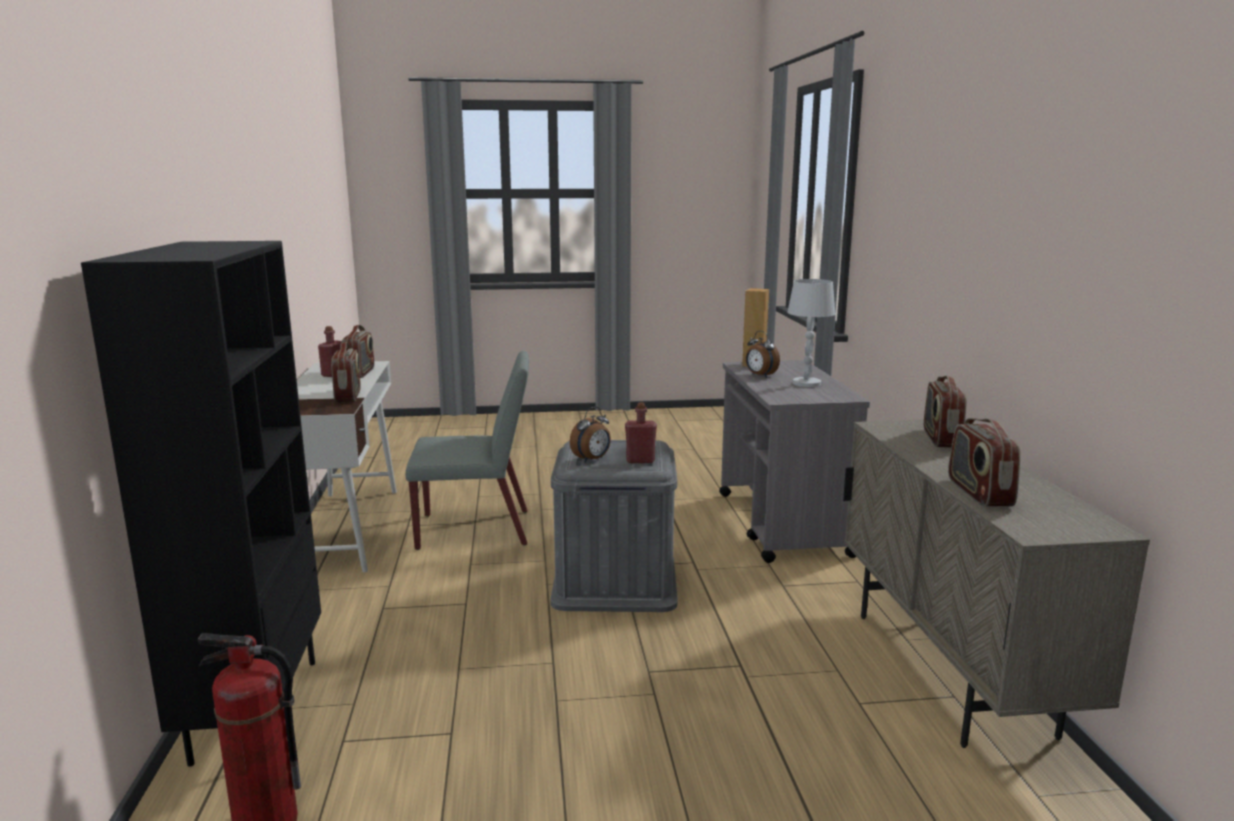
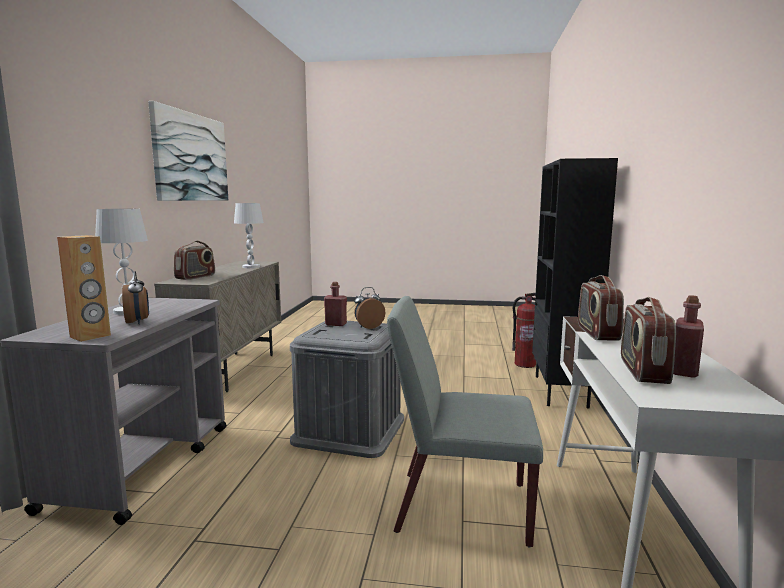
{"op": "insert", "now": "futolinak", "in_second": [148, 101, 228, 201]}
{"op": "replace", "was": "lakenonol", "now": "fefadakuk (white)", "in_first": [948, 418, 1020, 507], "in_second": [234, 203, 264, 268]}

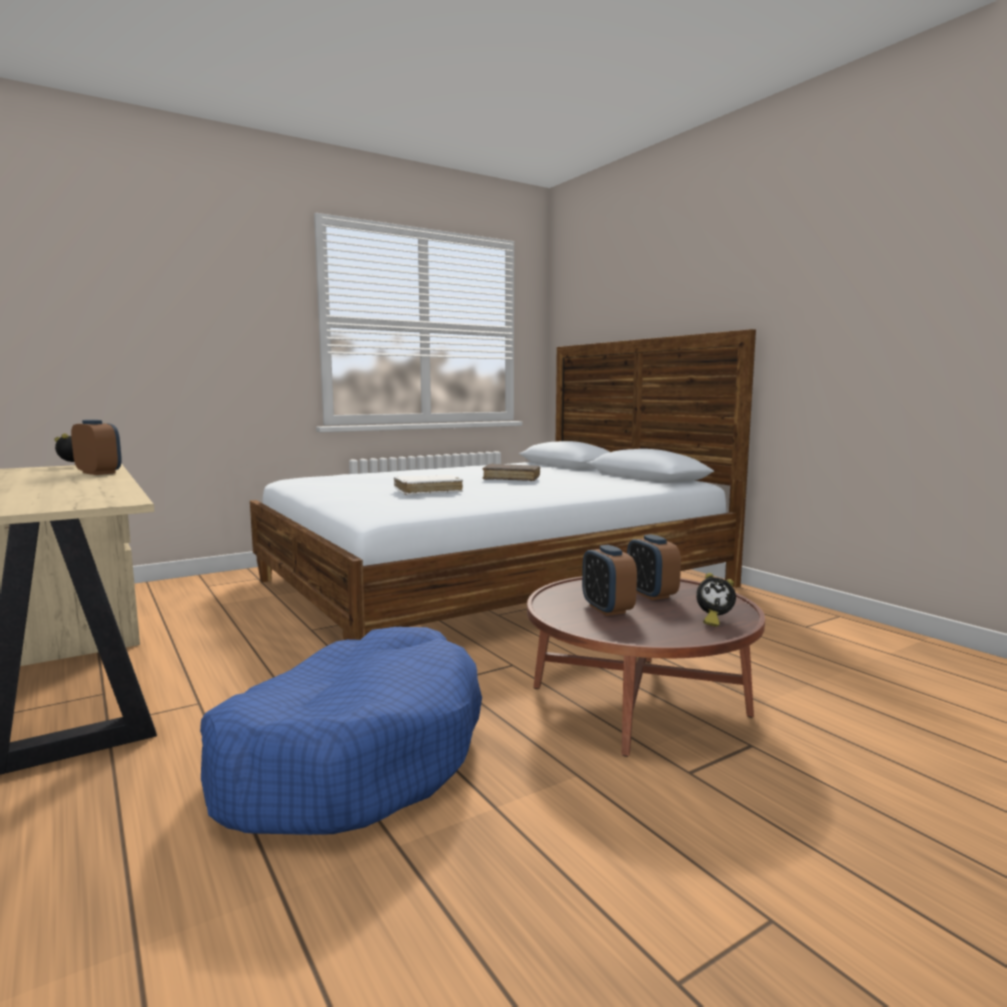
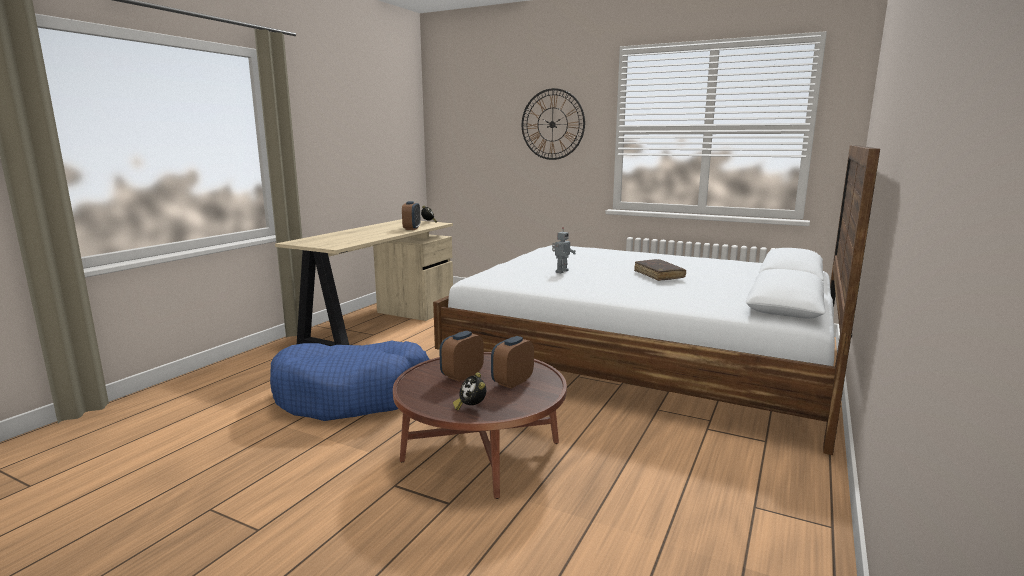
{"op": "insert", "now": "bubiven", "in_second": [522, 88, 585, 160]}
{"op": "replace", "was": "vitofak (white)", "now": "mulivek", "in_first": [394, 475, 463, 495], "in_second": [552, 227, 576, 273]}

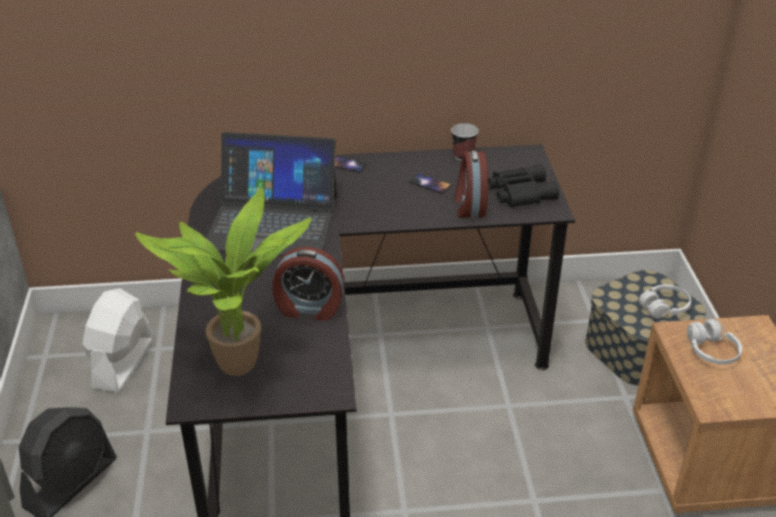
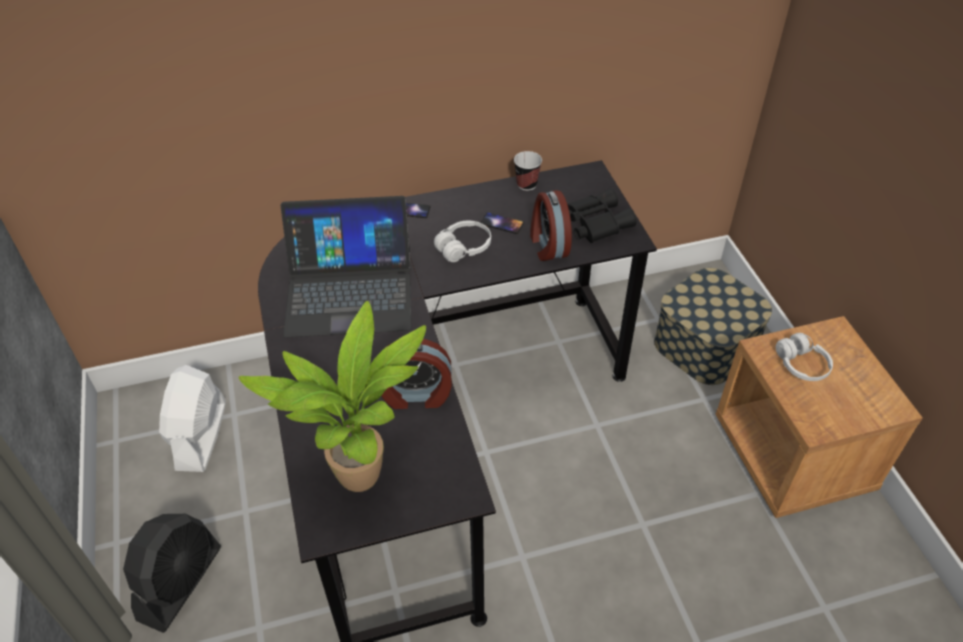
{"op": "move", "was": "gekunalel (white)", "in_first": [639, 284, 691, 319], "in_second": [434, 221, 491, 262]}

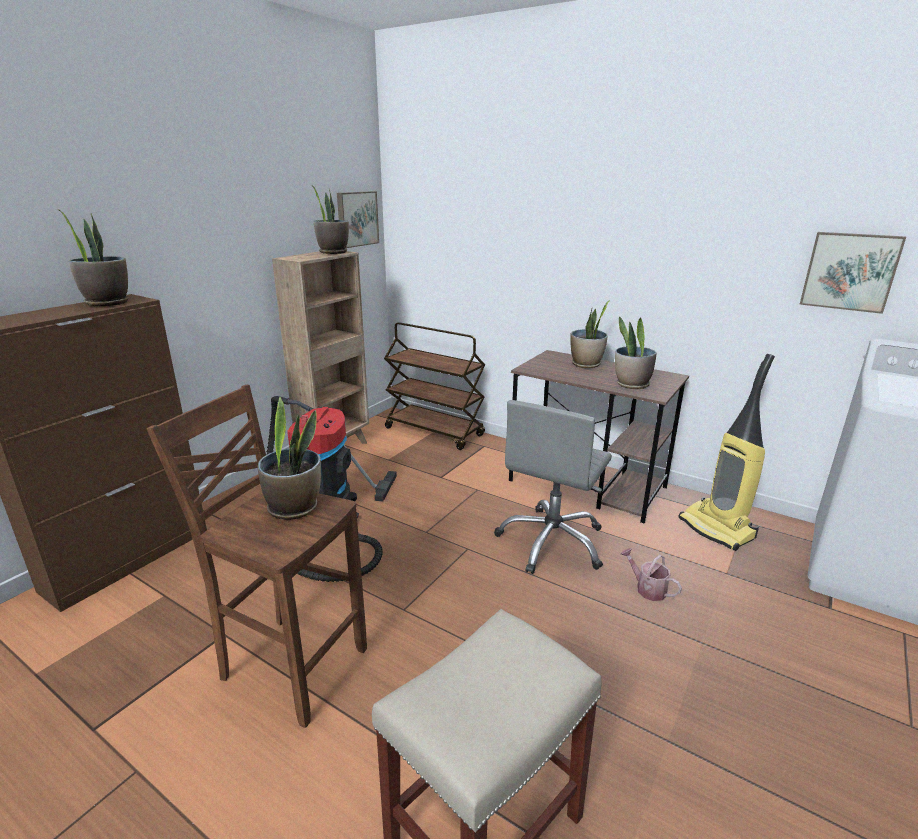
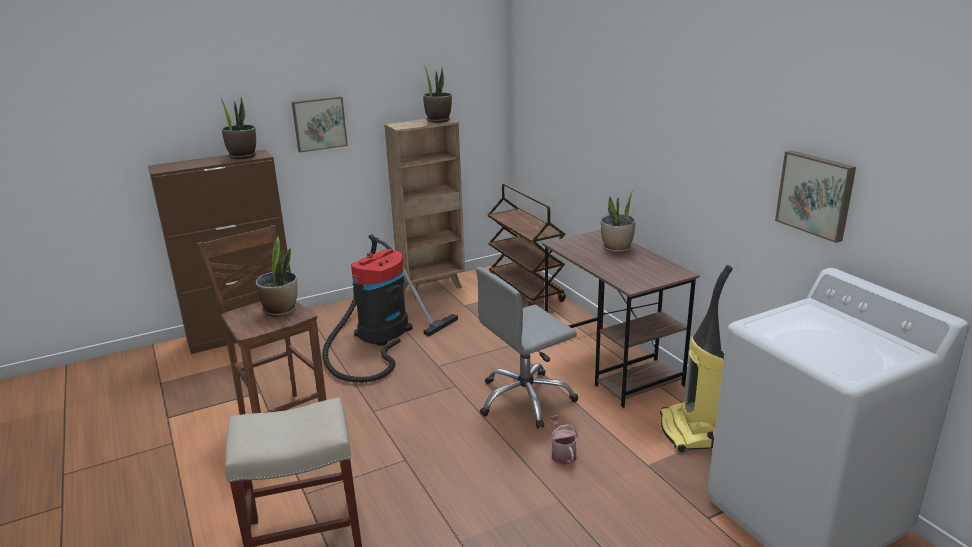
{"op": "move", "was": "futolinak", "in_first": [337, 191, 379, 248], "in_second": [292, 96, 348, 152]}
{"op": "delete", "was": "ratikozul", "in_first": [615, 316, 656, 389]}

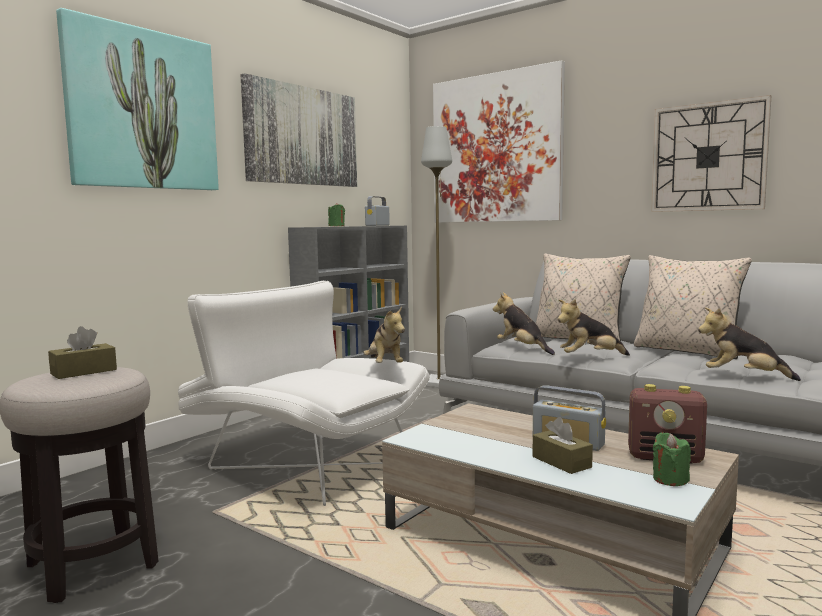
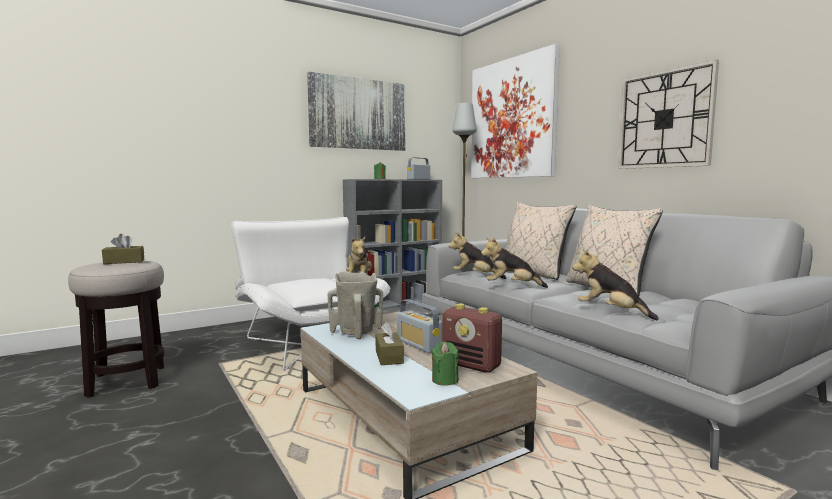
{"op": "insert", "now": "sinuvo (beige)", "in_second": [328, 271, 383, 339]}
{"op": "rotate", "was": "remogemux", "in_first": [493, 292, 555, 355], "in_second": [449, 232, 507, 279], "clockwise": -45}
{"op": "delete", "was": "futolinak", "in_first": [56, 8, 219, 190]}

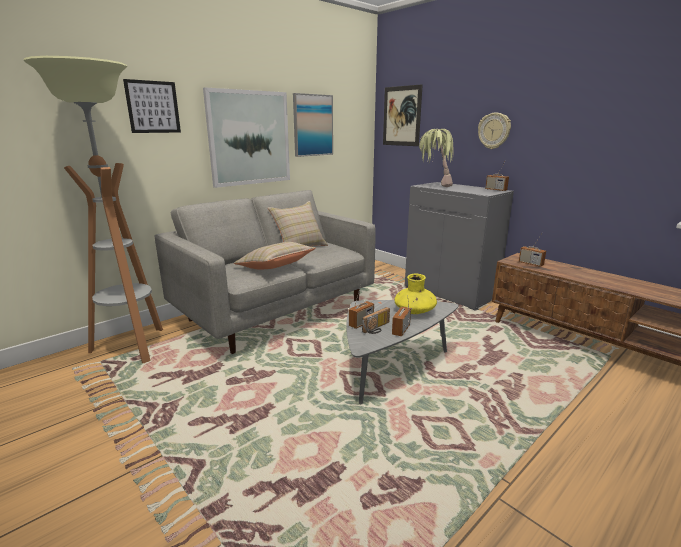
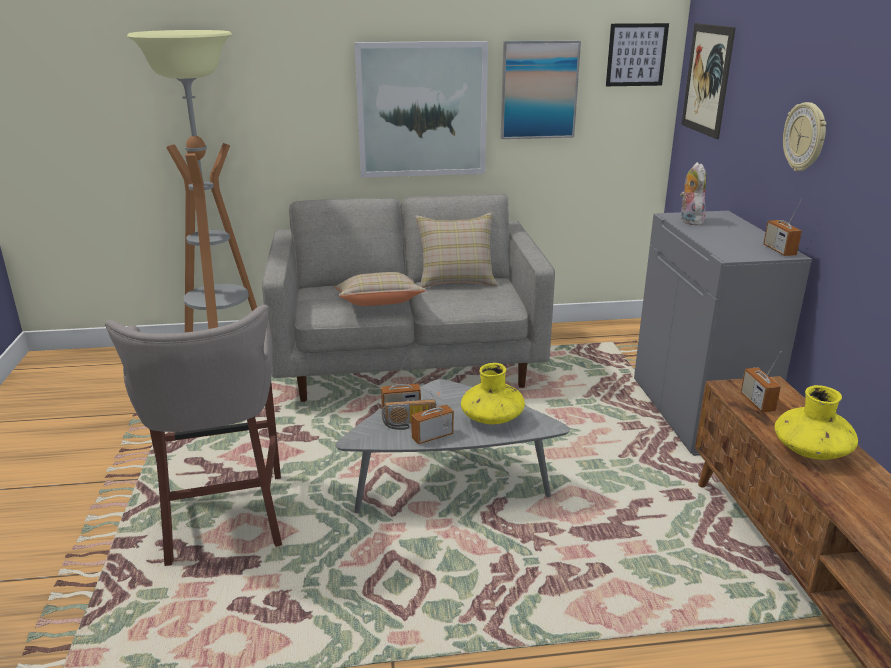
{"op": "insert", "now": "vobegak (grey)", "in_second": [105, 305, 282, 566]}
{"op": "move", "was": "futolinak", "in_first": [123, 79, 181, 133], "in_second": [606, 23, 669, 86]}
{"op": "replace", "was": "ratikozul", "now": "remogemux", "in_first": [419, 129, 454, 187], "in_second": [680, 162, 706, 226]}
{"op": "insert", "now": "sinuvo (yellow)", "in_second": [774, 385, 858, 460]}

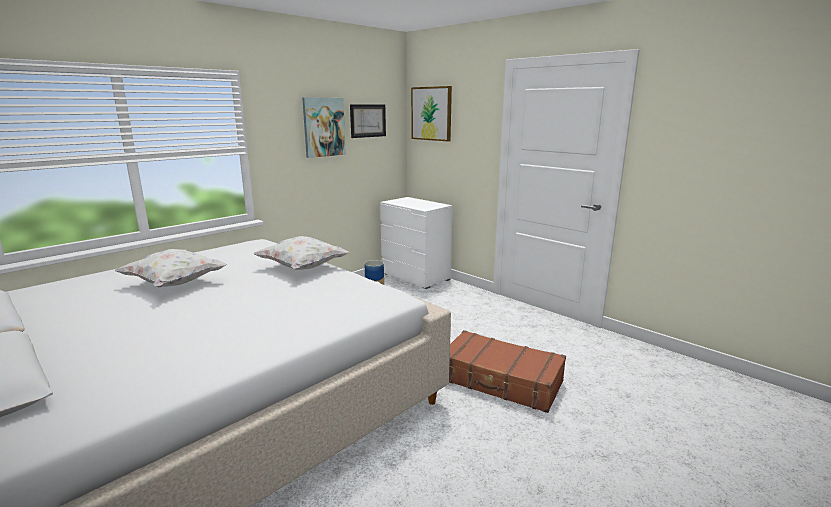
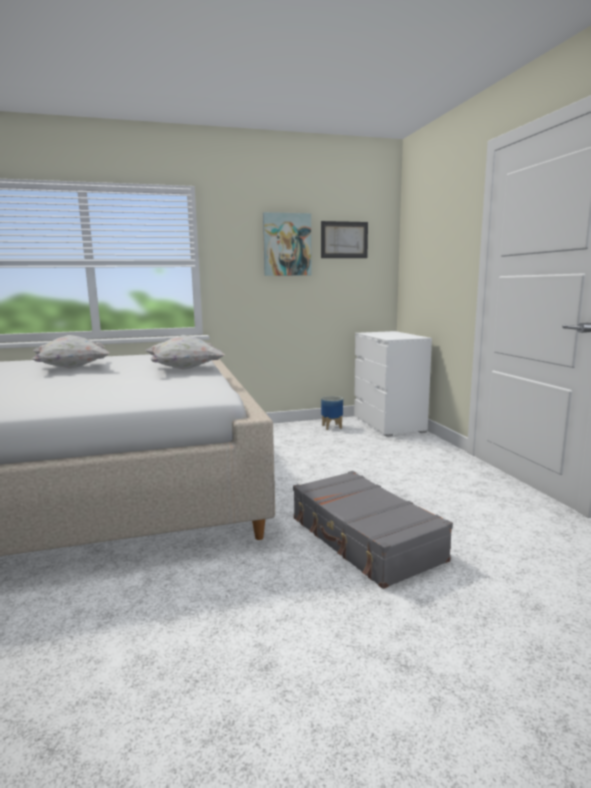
{"op": "recolor", "was": "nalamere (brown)", "now": "nalamere (grey)", "in_first": [449, 330, 566, 413], "in_second": [293, 471, 453, 589]}
{"op": "delete", "was": "futolinak", "in_first": [411, 86, 452, 141]}

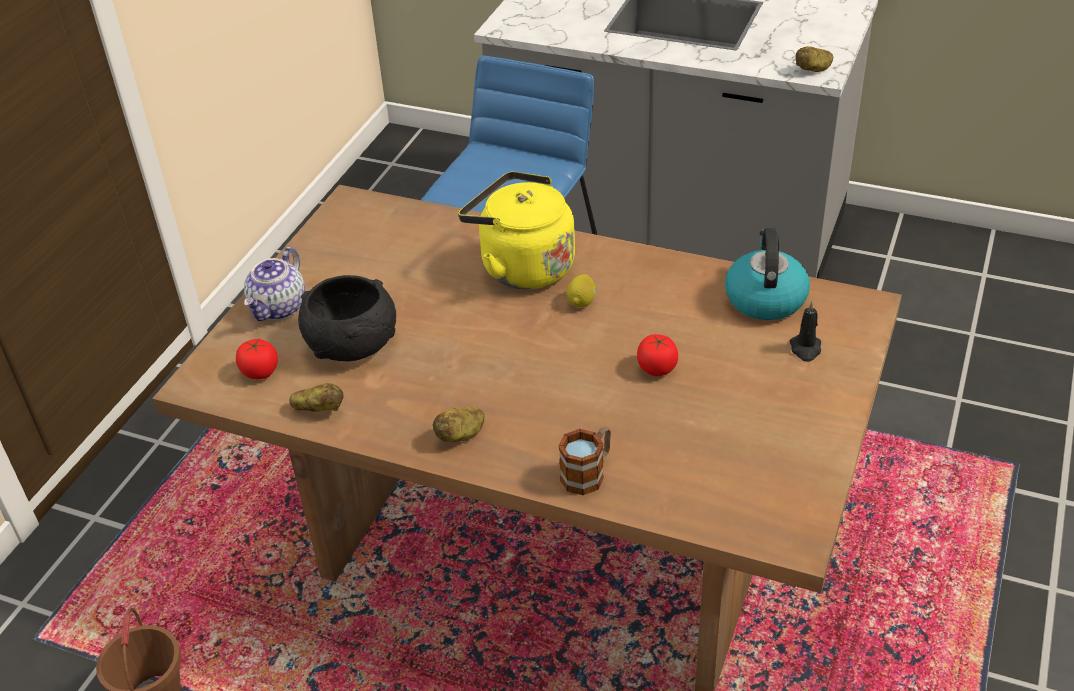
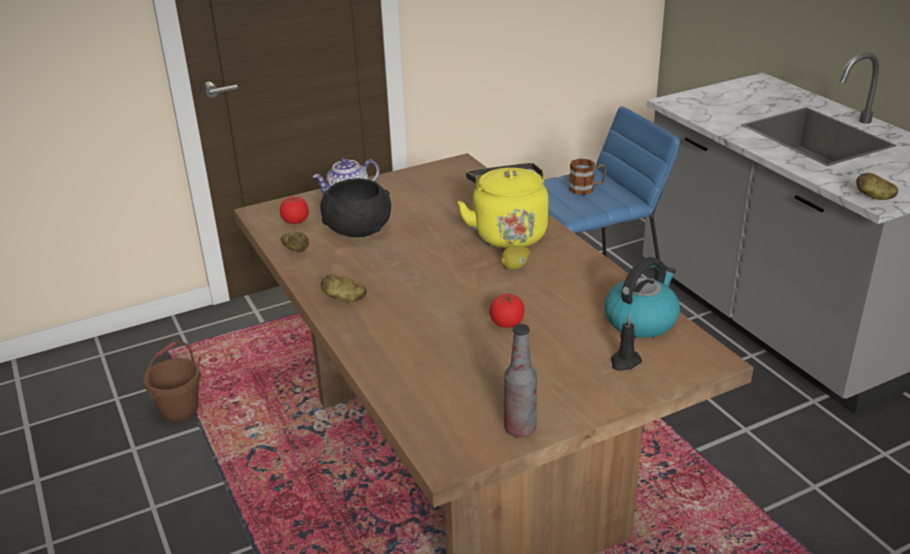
{"op": "insert", "now": "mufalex", "in_second": [504, 324, 537, 437]}
{"op": "move", "was": "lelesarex", "in_first": [559, 426, 611, 495], "in_second": [569, 159, 606, 195]}

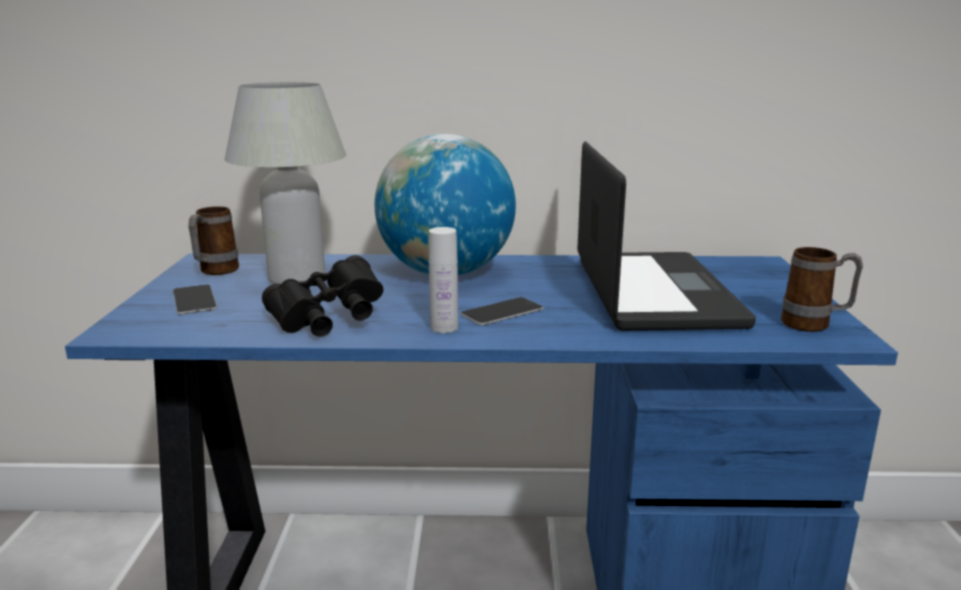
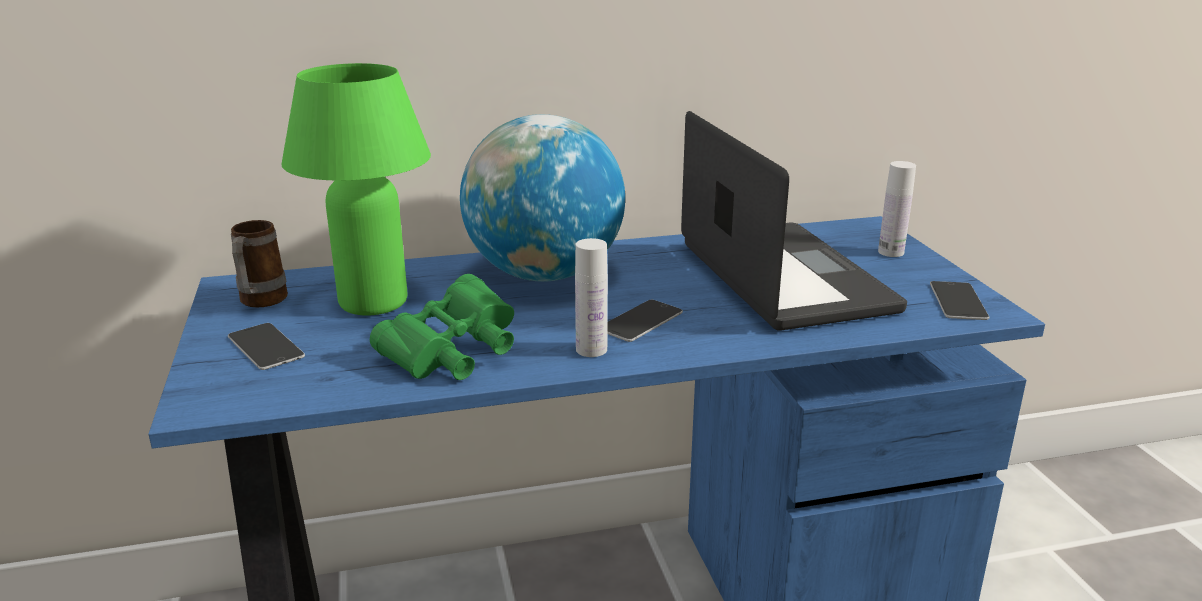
{"op": "recolor", "was": "fefadakuk (white)", "now": "fefadakuk (green)", "in_first": [224, 82, 346, 284], "in_second": [281, 63, 431, 315]}
{"op": "recolor", "was": "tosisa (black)", "now": "tosisa (green)", "in_first": [262, 255, 383, 337], "in_second": [370, 274, 514, 380]}
{"op": "insert", "now": "mufalex (white)", "in_second": [878, 161, 916, 257]}
{"op": "replace", "was": "lelesarex", "now": "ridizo", "in_first": [781, 247, 863, 332], "in_second": [930, 281, 989, 320]}

